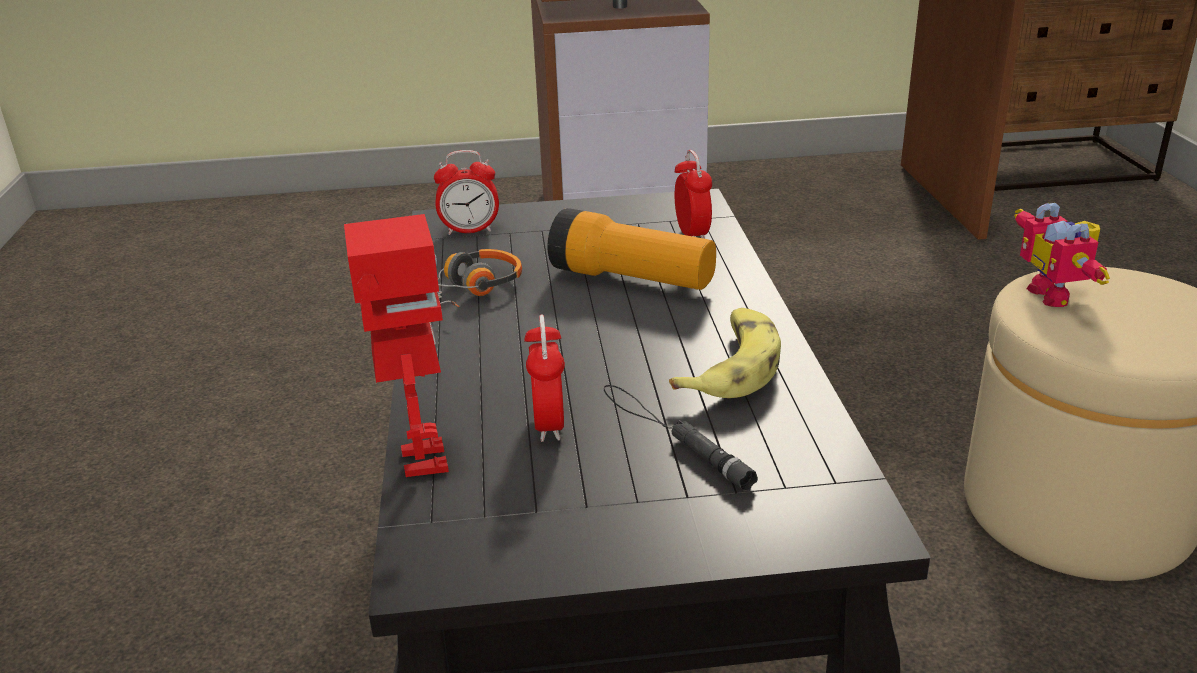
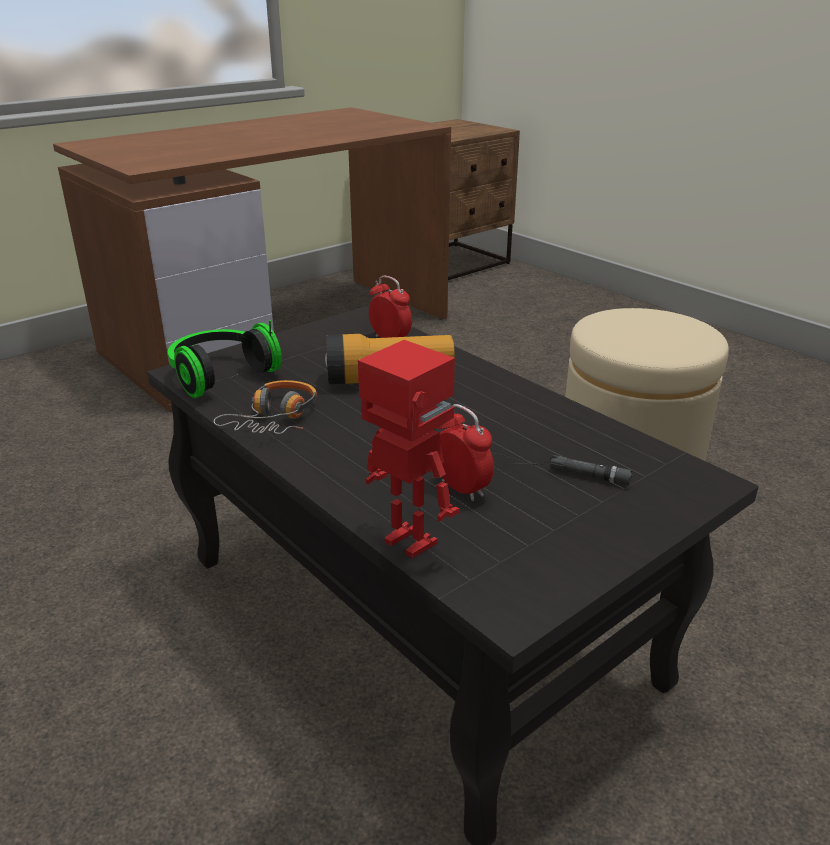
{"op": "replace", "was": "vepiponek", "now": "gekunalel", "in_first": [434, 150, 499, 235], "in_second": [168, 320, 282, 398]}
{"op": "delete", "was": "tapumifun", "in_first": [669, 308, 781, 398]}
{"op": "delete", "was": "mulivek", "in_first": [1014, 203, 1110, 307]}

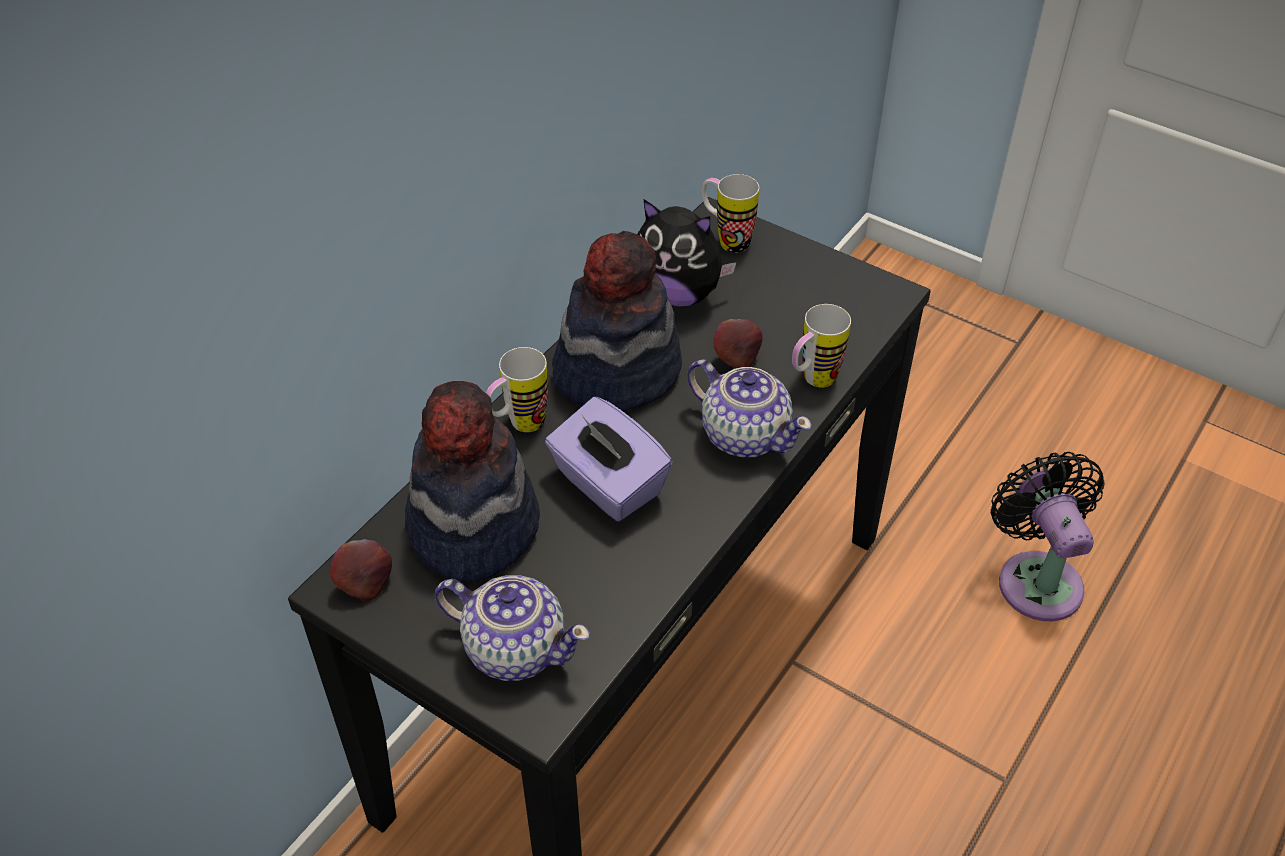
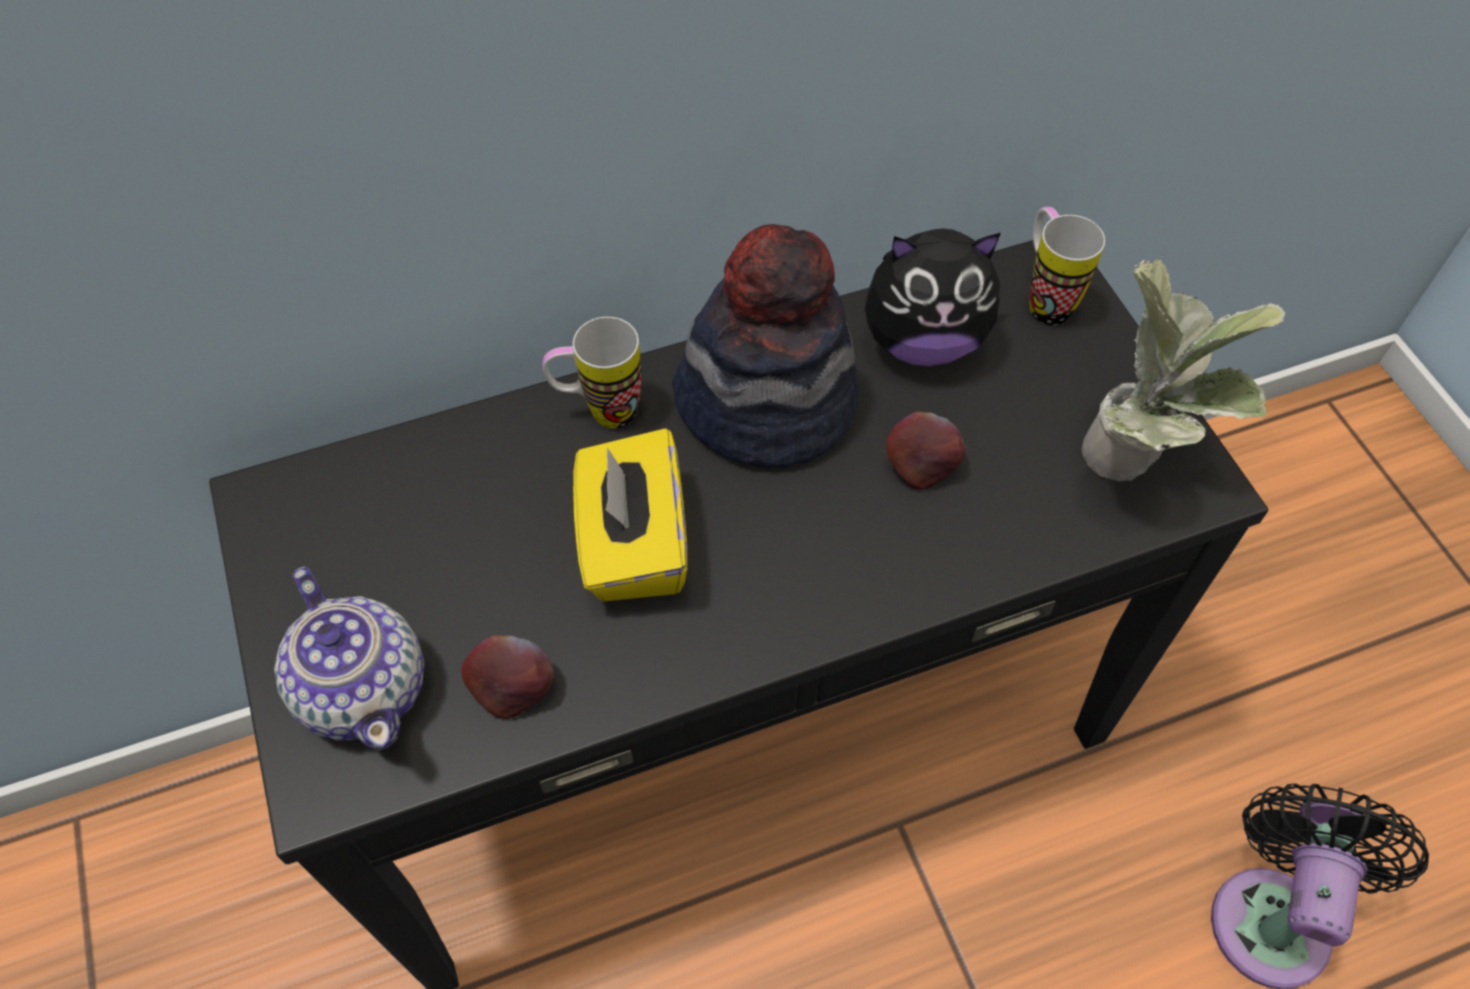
{"op": "move", "was": "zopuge", "in_first": [330, 539, 392, 601], "in_second": [461, 635, 554, 719]}
{"op": "recolor", "was": "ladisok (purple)", "now": "ladisok (yellow)", "in_first": [545, 397, 672, 521], "in_second": [573, 428, 687, 601]}
{"op": "rotate", "was": "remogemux", "in_first": [637, 199, 737, 307], "in_second": [865, 228, 1002, 366], "clockwise": -60}
{"op": "insert", "now": "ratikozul", "in_second": [1081, 254, 1285, 481]}
{"op": "delete", "was": "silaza", "in_first": [405, 381, 540, 583]}
{"op": "delete", "was": "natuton", "in_first": [687, 359, 812, 458]}
{"op": "delete", "was": "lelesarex", "in_first": [792, 304, 851, 388]}

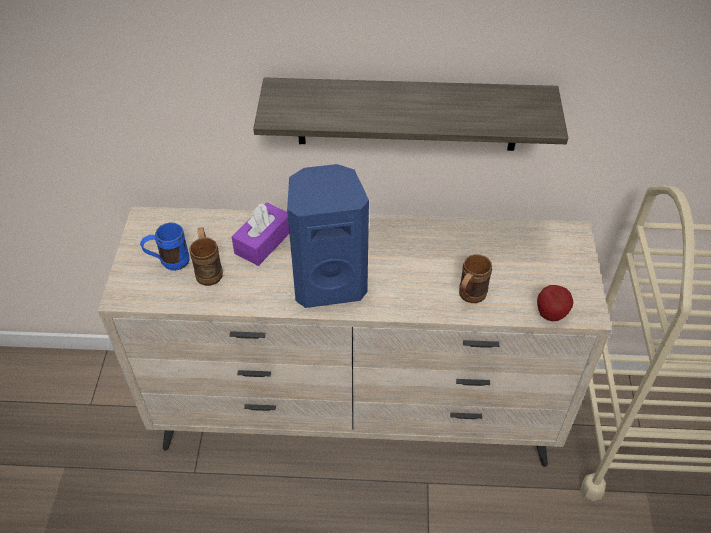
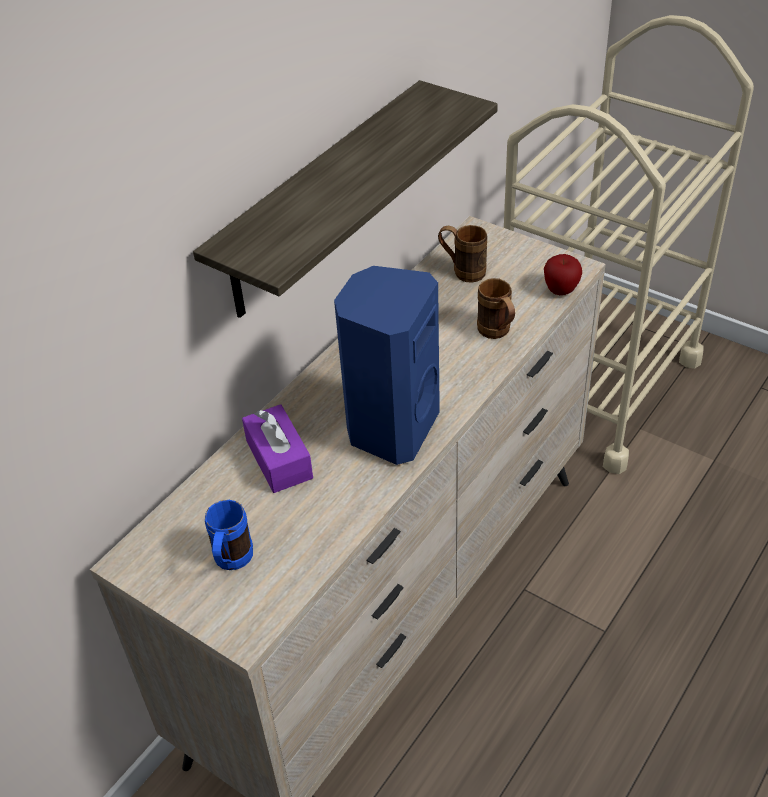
{"op": "move", "was": "lelesarex (brown)", "in_first": [189, 227, 223, 286], "in_second": [438, 225, 487, 283]}

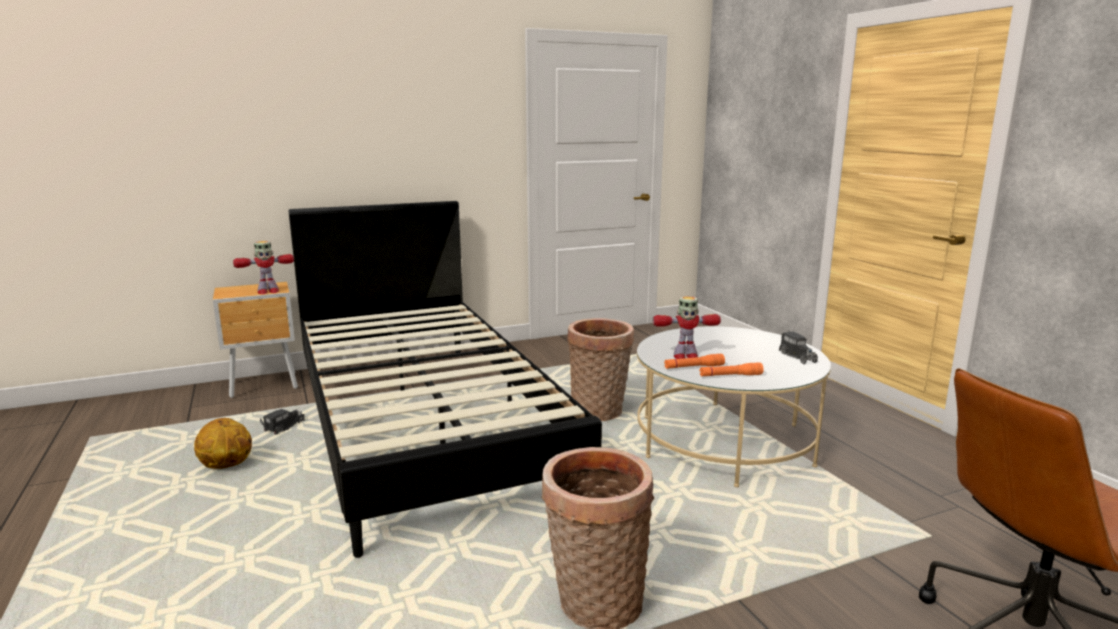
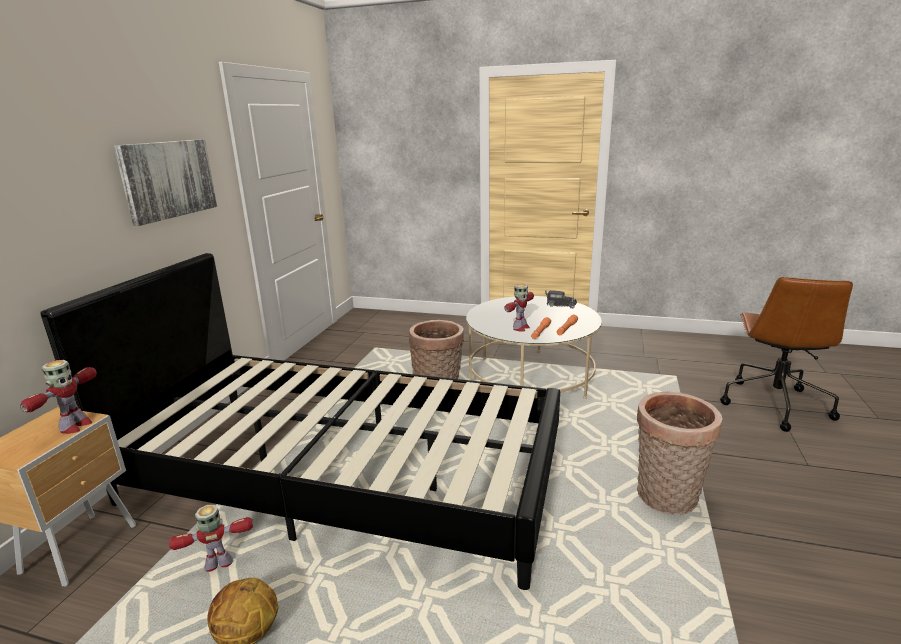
{"op": "insert", "now": "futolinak", "in_second": [114, 139, 217, 226]}
{"op": "replace", "was": "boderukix", "now": "mulivek", "in_first": [260, 409, 305, 435], "in_second": [169, 505, 253, 572]}

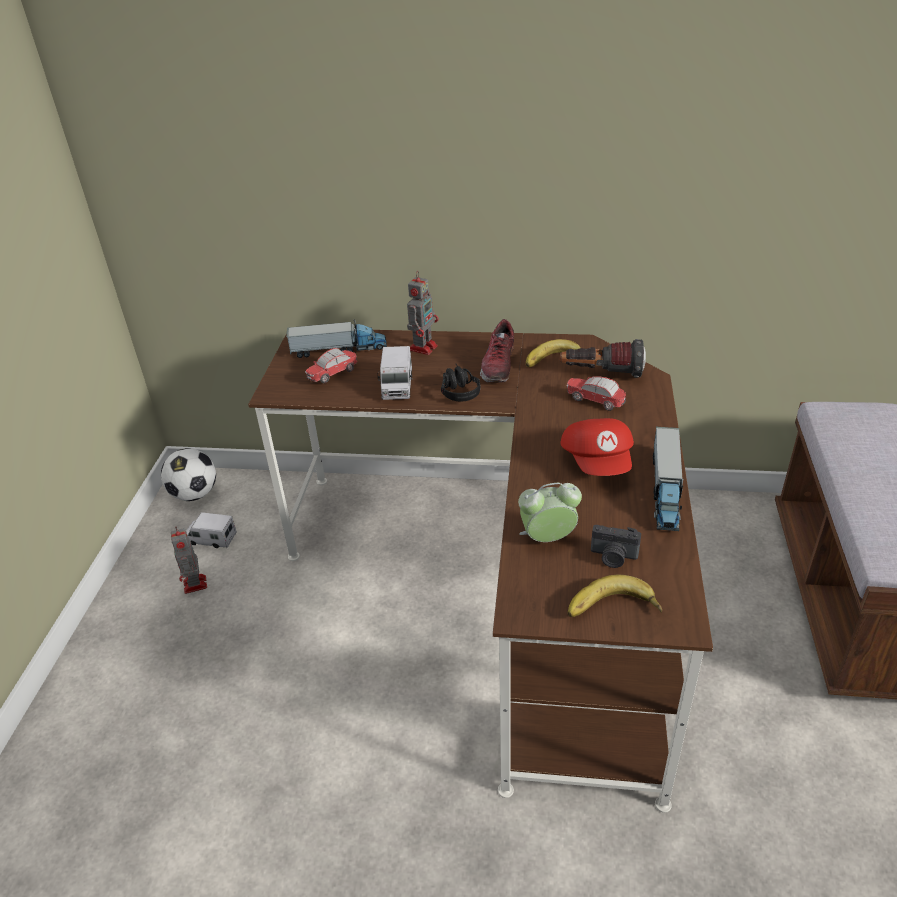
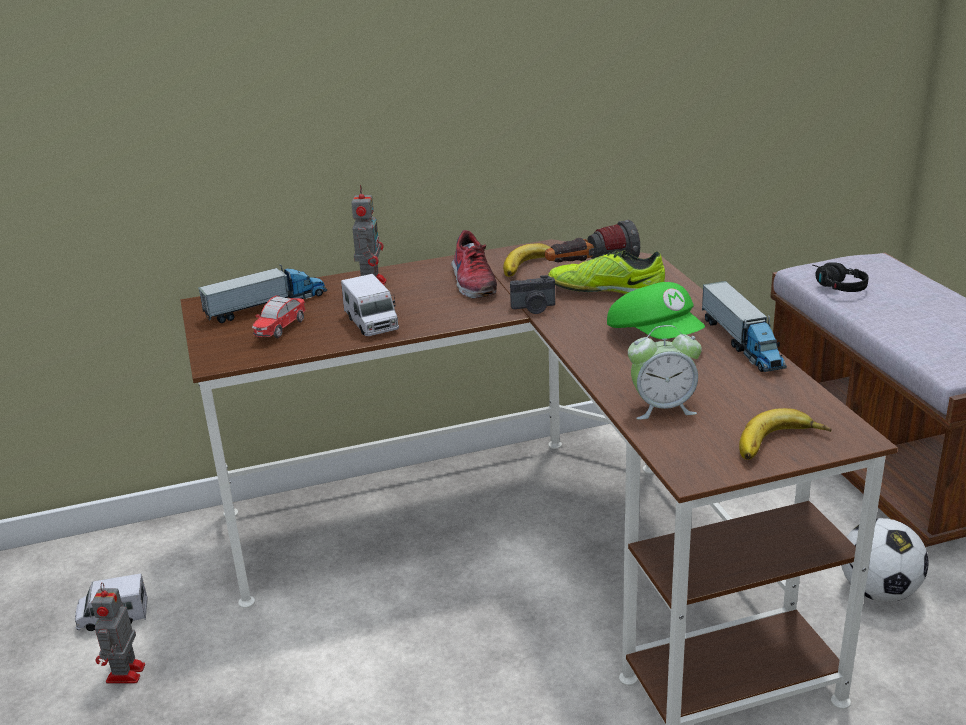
{"op": "rotate", "was": "mulivek", "in_first": [171, 526, 207, 594], "in_second": [91, 583, 145, 683], "clockwise": 45}
{"op": "move", "was": "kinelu", "in_first": [591, 525, 641, 568], "in_second": [510, 275, 555, 314]}
{"op": "replace", "was": "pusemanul", "now": "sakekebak", "in_first": [567, 376, 626, 411], "in_second": [548, 250, 665, 294]}
{"op": "recolor", "was": "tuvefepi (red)", "now": "tuvefepi (green)", "in_first": [561, 418, 634, 476], "in_second": [607, 282, 705, 339]}
{"op": "rotate", "was": "vepiponek", "in_first": [518, 483, 582, 542], "in_second": [628, 325, 702, 420], "clockwise": -150}
{"op": "move", "was": "gekunalel (black)", "in_first": [441, 364, 480, 402], "in_second": [813, 262, 868, 292]}
{"op": "move", "was": "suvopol", "in_first": [161, 448, 216, 501], "in_second": [841, 518, 929, 602]}

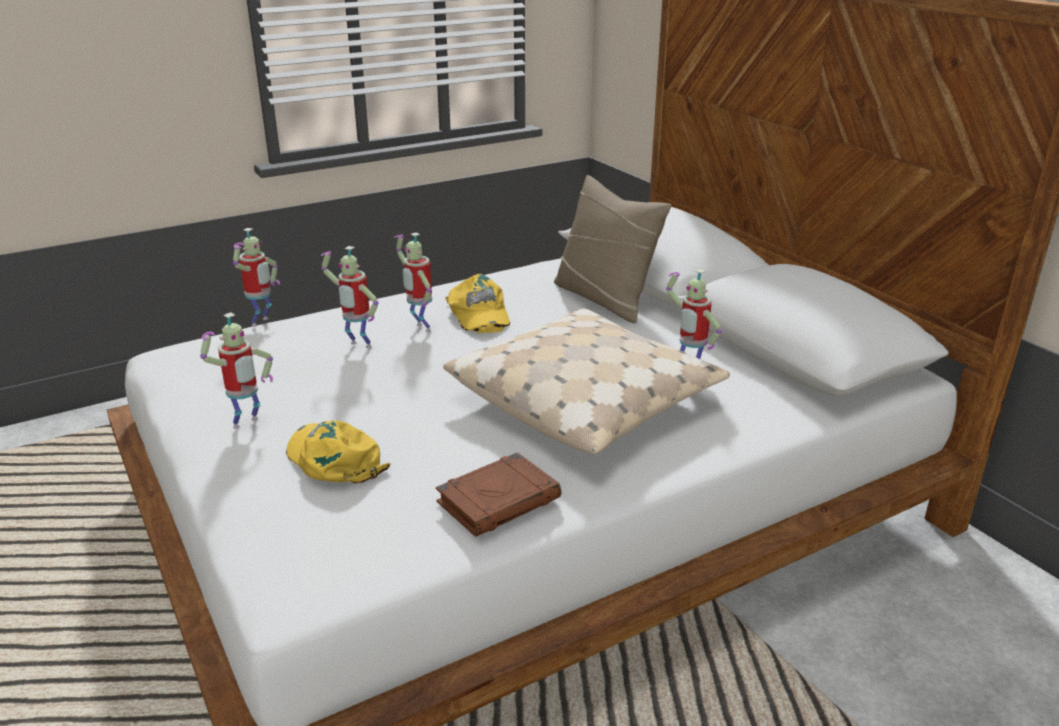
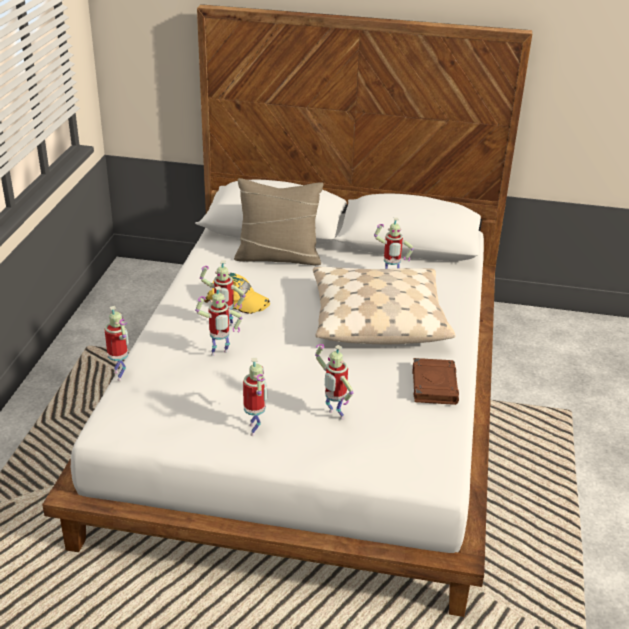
{"op": "replace", "was": "tuvefepi (yellow)", "now": "mulivek", "in_first": [286, 420, 391, 483], "in_second": [315, 344, 354, 420]}

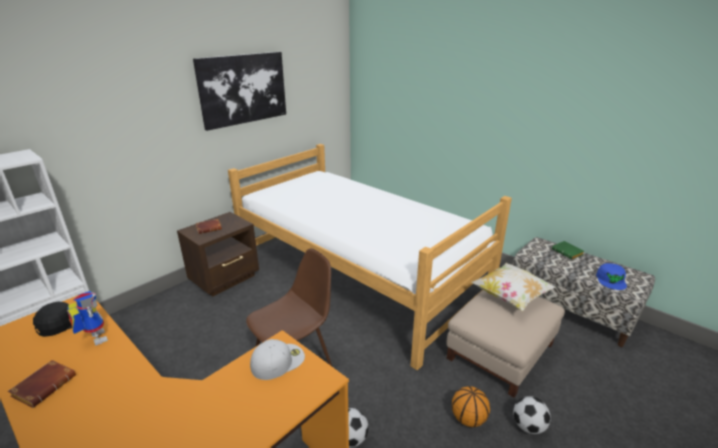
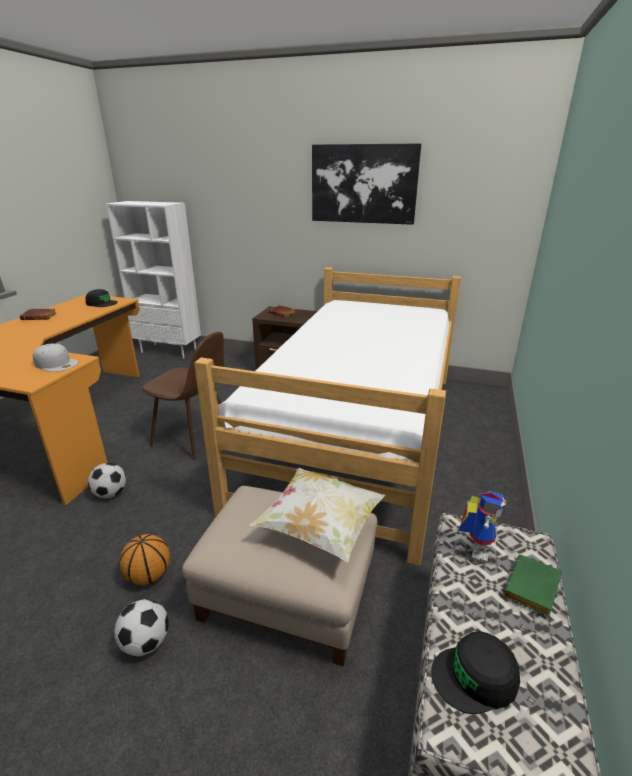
{"op": "recolor", "was": "tuvefepi (blue)", "now": "tuvefepi (black)", "in_first": [596, 263, 627, 290], "in_second": [431, 631, 520, 714]}
{"op": "move", "was": "mulivek", "in_first": [67, 291, 108, 346], "in_second": [459, 491, 506, 563]}

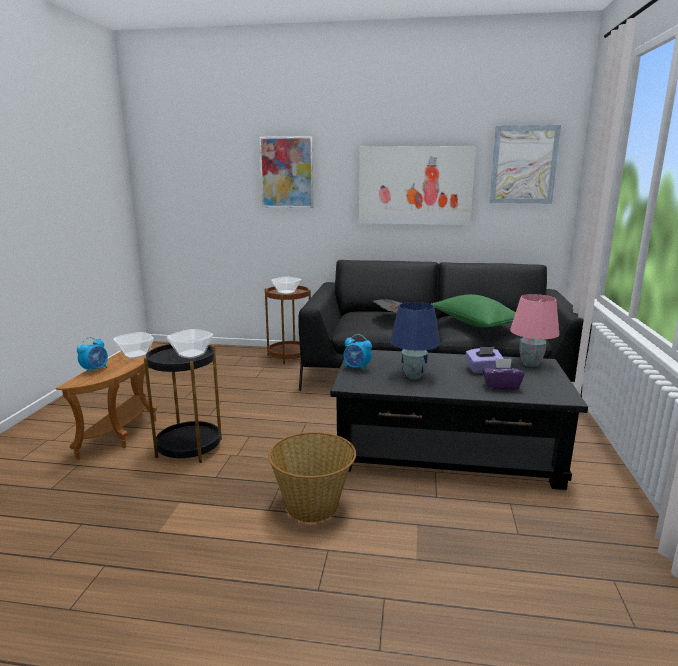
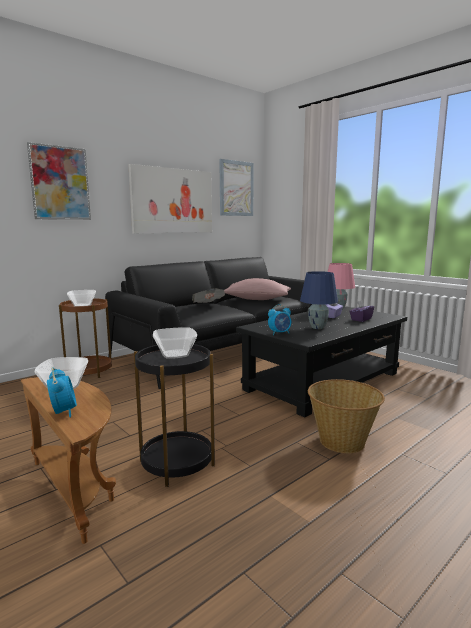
{"op": "recolor", "was": "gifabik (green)", "now": "gifabik (pink)", "in_first": [431, 294, 516, 327], "in_second": [224, 278, 291, 300]}

